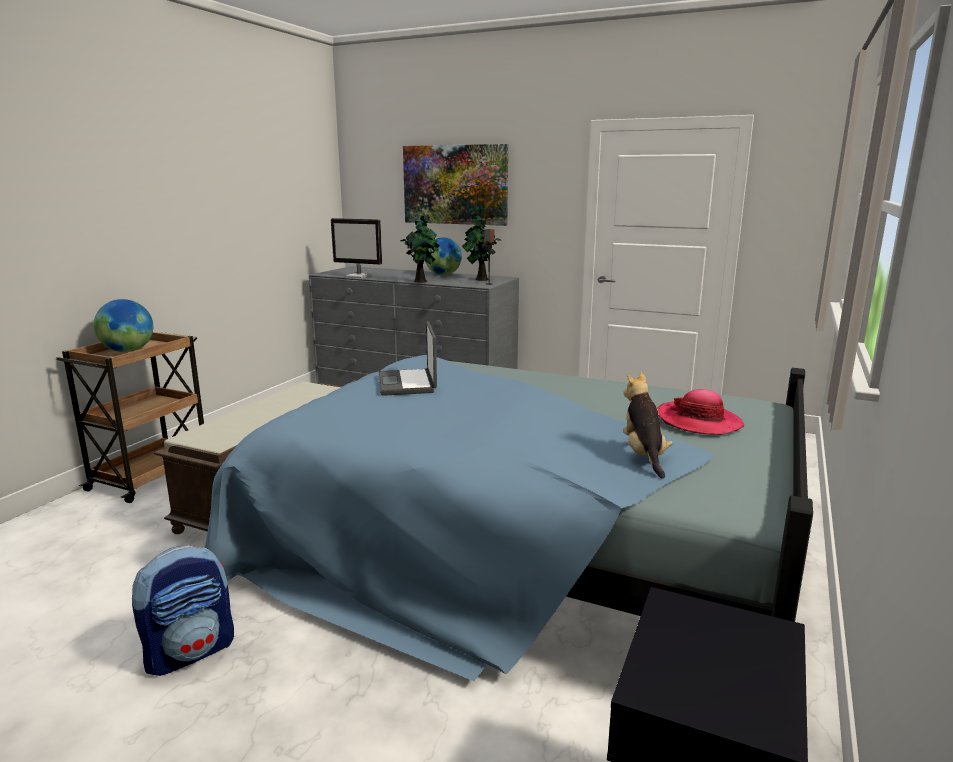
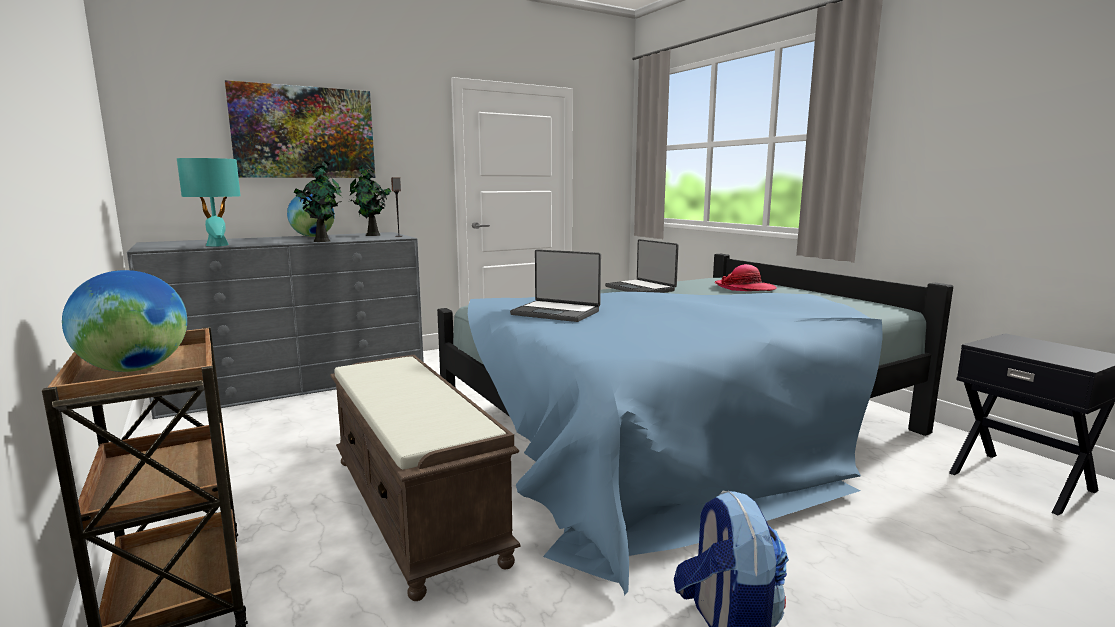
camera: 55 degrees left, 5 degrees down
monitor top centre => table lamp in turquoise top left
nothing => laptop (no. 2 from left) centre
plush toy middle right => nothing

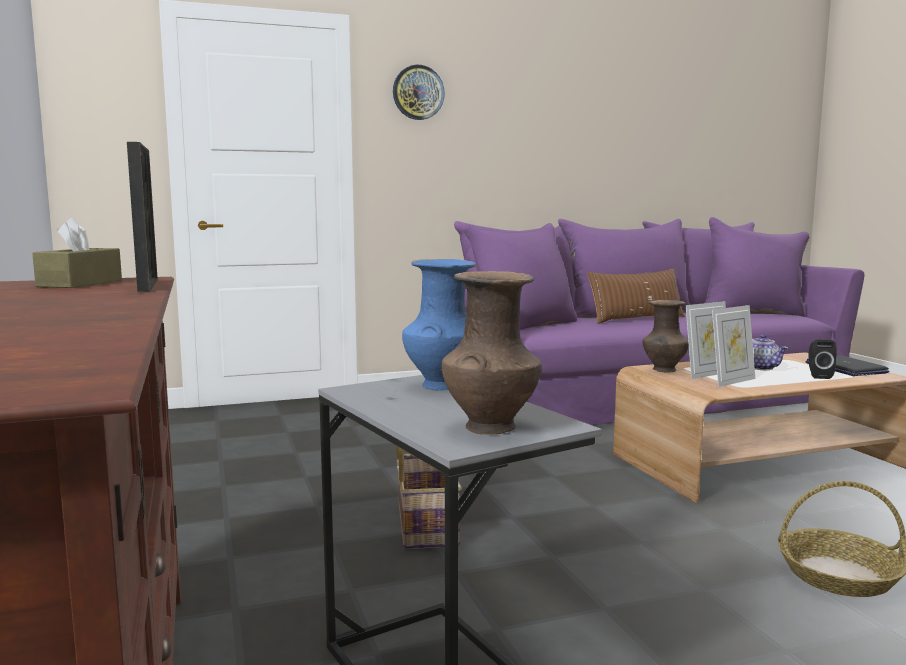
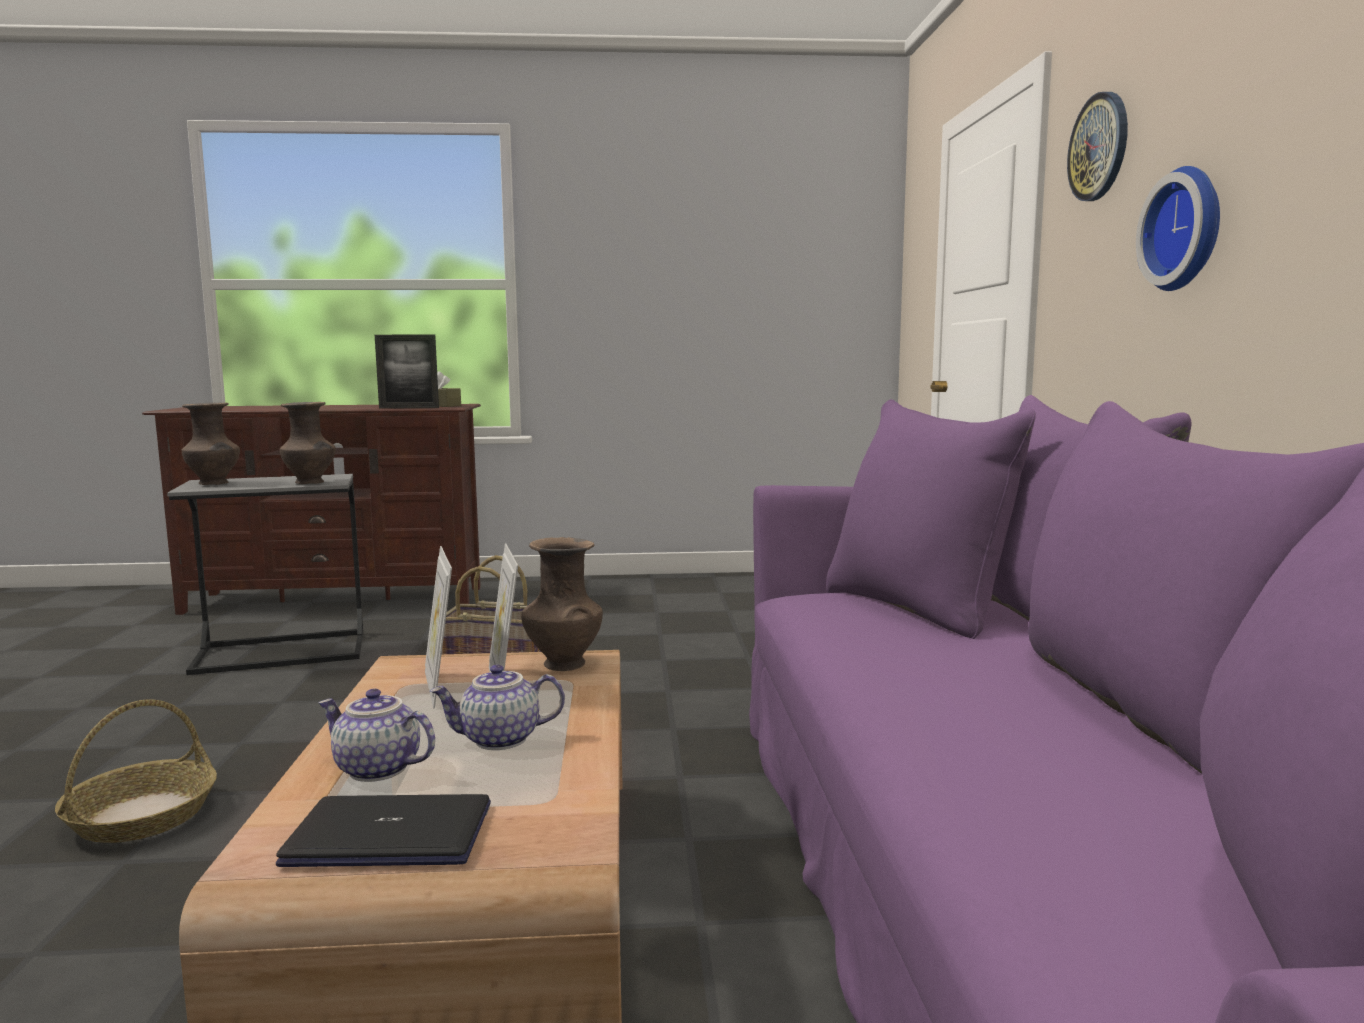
camera: 105 degrees right, 0 degrees up
vase in blue centre => vase in brown (no. 2 from left) middle left
speaker in black middle right => teapot (no. 1 from left) bottom left
nothing => wall clock (no. 2 from left) top right
pillow in brown middle right => nothing

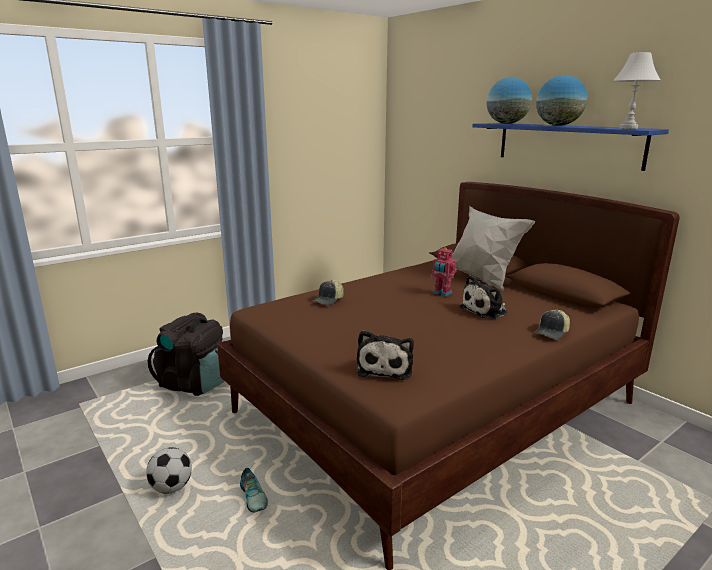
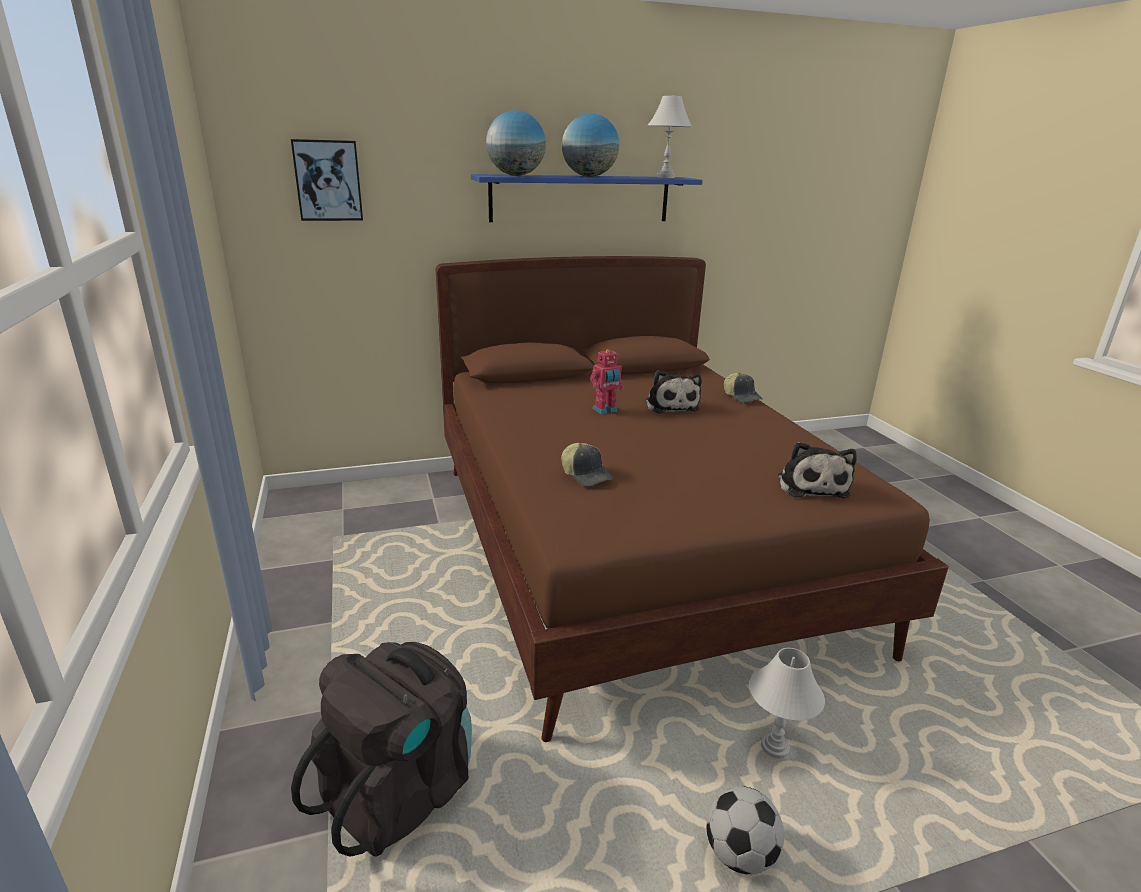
camera: 70 degrees left, 5 degrees up
nothing => picture top left
shoe bottom centre => table lamp in white (no. 2 from left) bottom right
plush toy (no. 1 from left in the first image) centre => plush toy (no. 2 from left) middle right, 60 degrees clockwise
pillow in white middle right => nothing

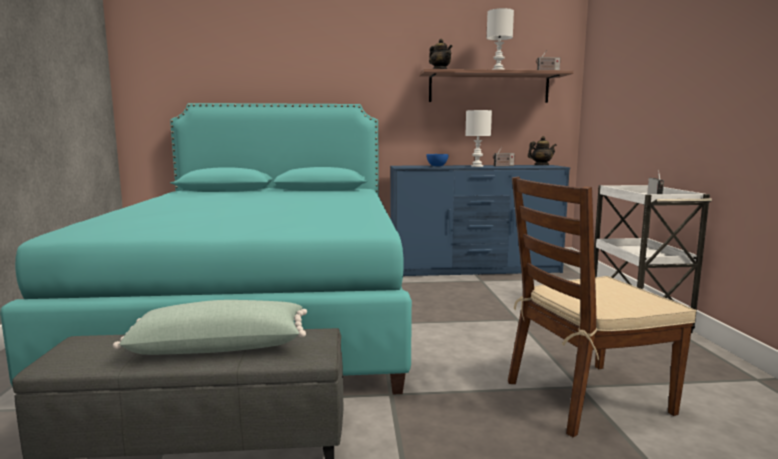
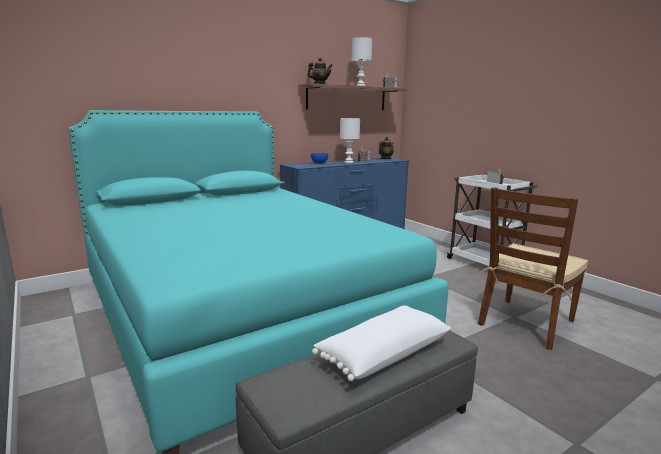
camera: 30 degrees left, 5 degrees up
pillow in green bottom left => pillow in white bottom centre

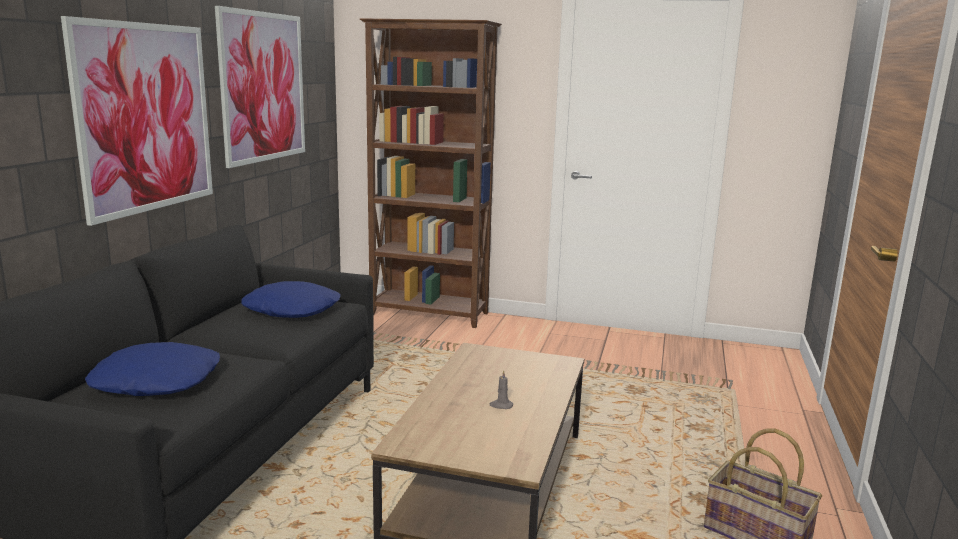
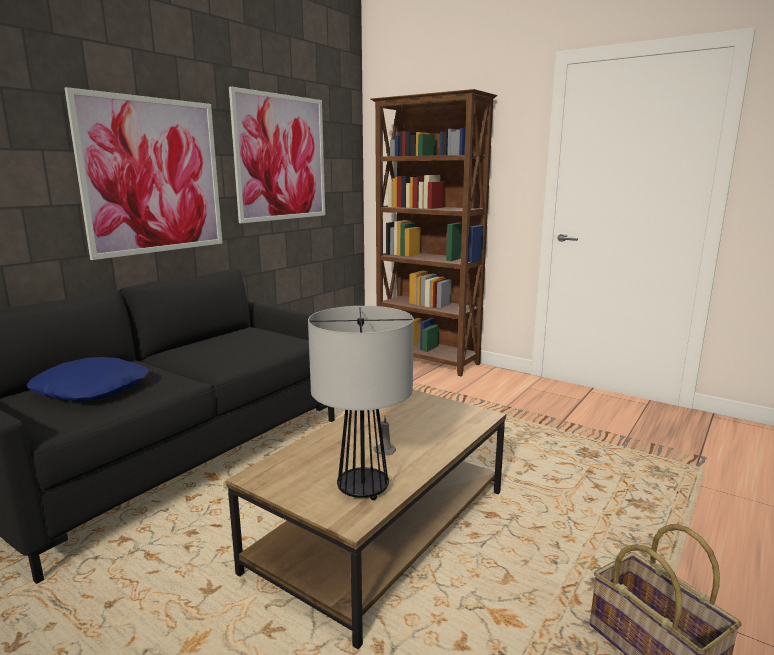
camera: 20 degrees right, 0 degrees up
nothing => table lamp centre
pillow in blue (no. 2 from left) middle left => nothing

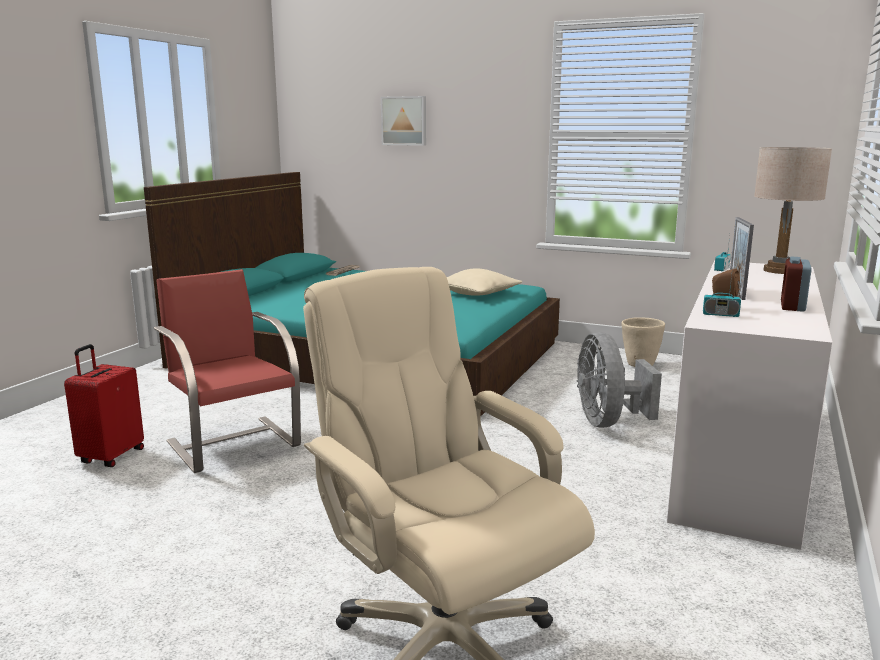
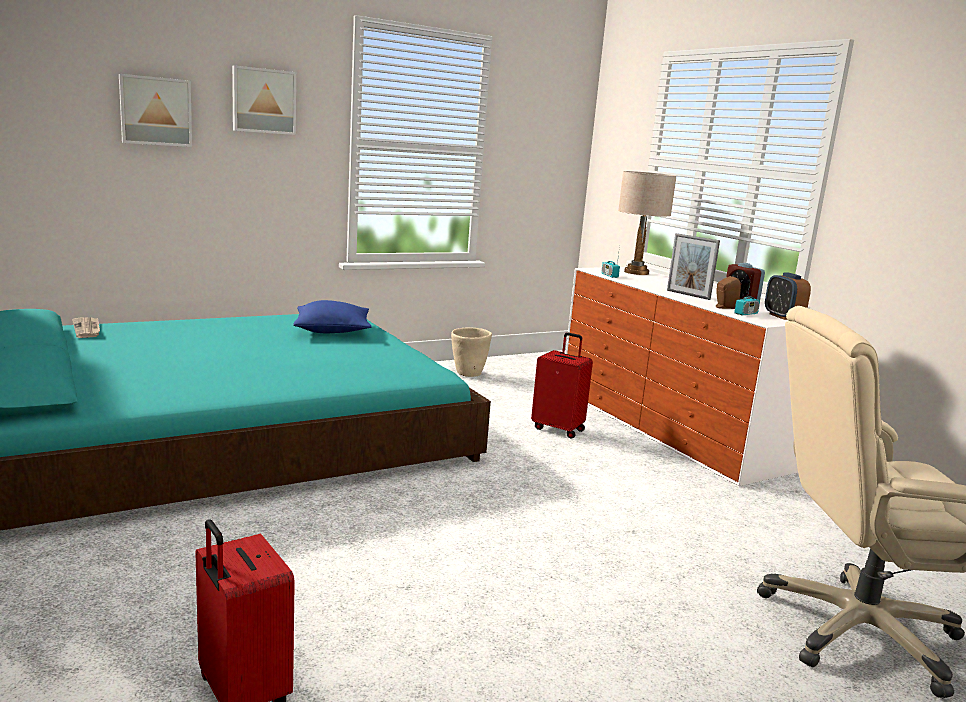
camera: 55 degrees left, 0 degrees up
nothing => picture (no. 2 from left) top left
pillow in beige centre => pillow in blue centre
fan in grey middle right => suitcase in red (no. 2 from left) centre
nothing => alarm clock (no. 2 from left) middle right
chair in red middle left => nothing

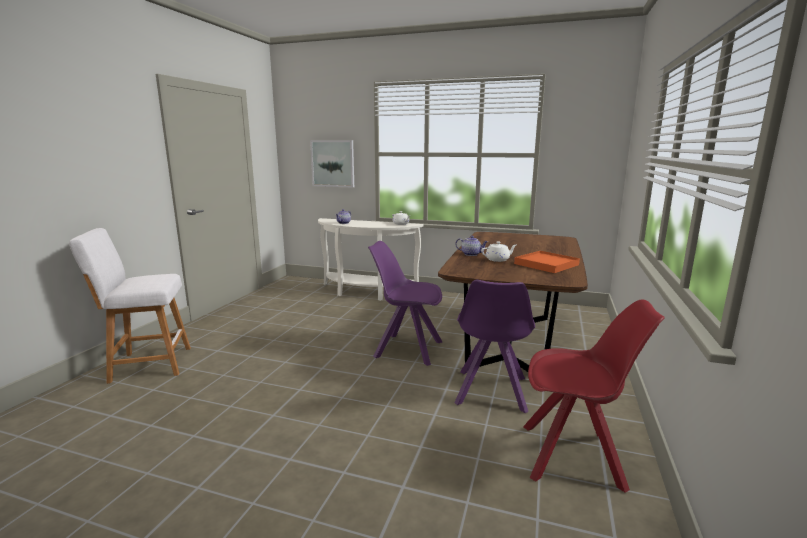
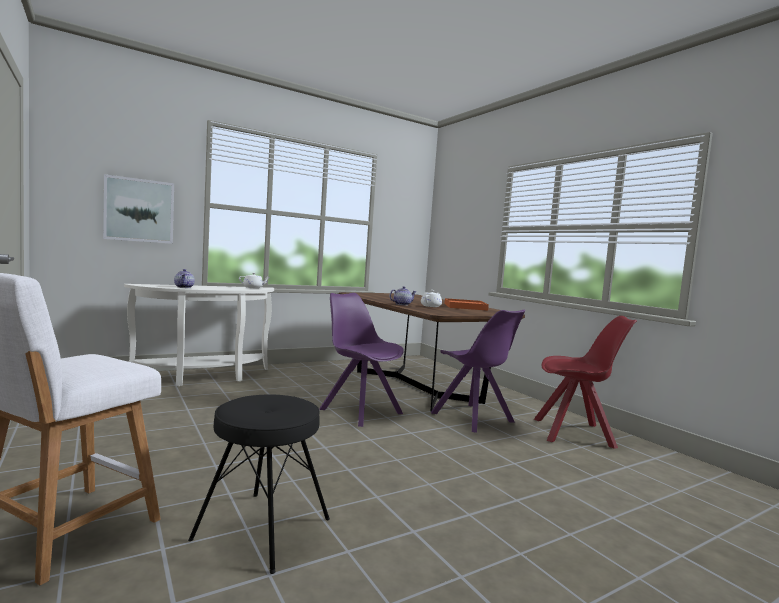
camera: 50 degrees left, 10 degrees down
nothing => stool in black bottom left
chair in purple (no. 1 from left) centre, 75 degrees clockwise
chair in red bottom right => chair in red middle right, 45 degrees clockwise

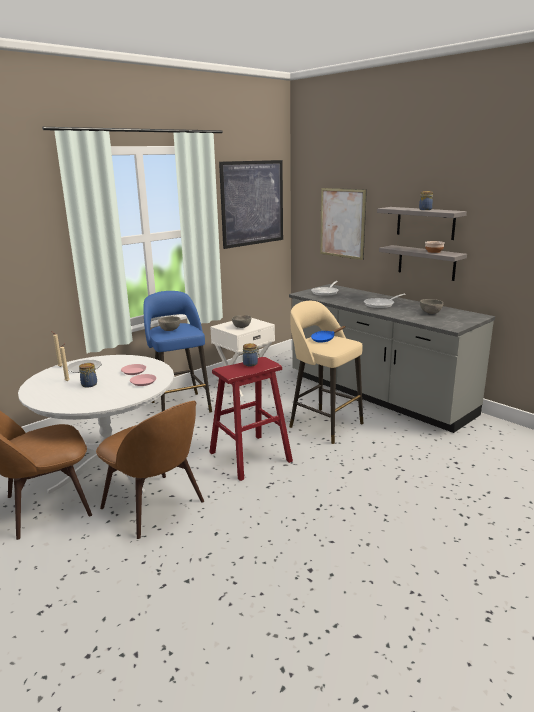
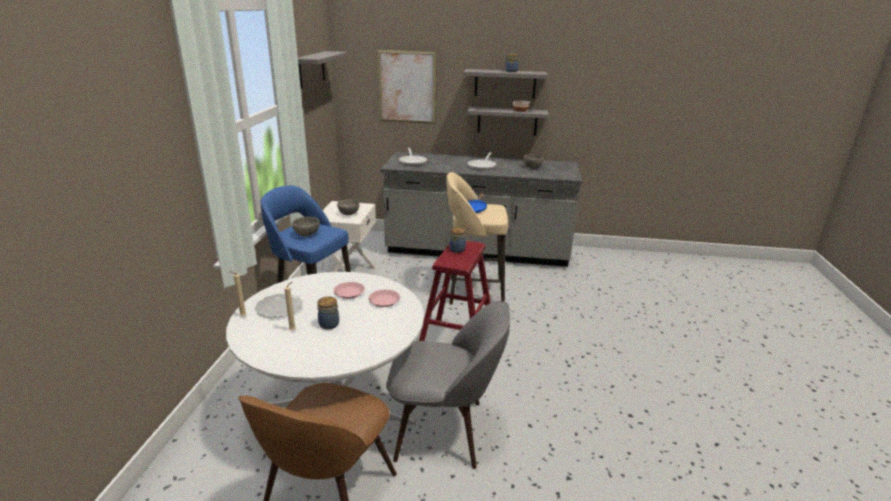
camera: 40 degrees left, 5 degrees up
picture (no. 1 from left) top centre => shelf in grey (no. 1 from left) top centre
chair in brown (no. 2 from left) middle left => chair in grey bottom centre

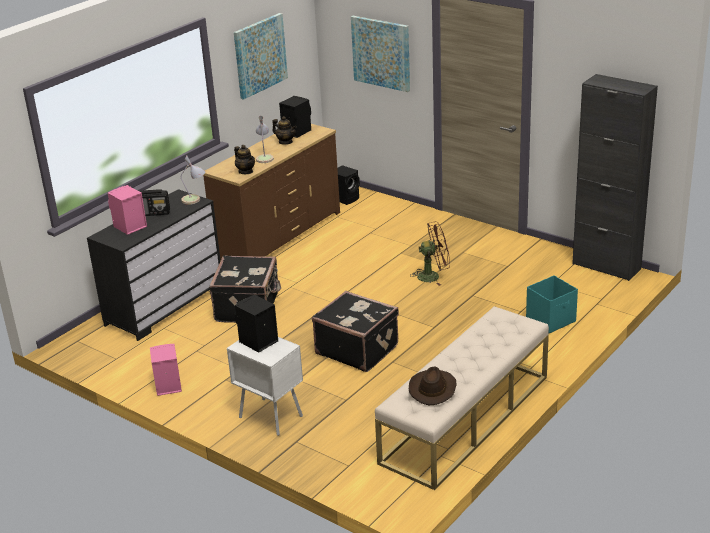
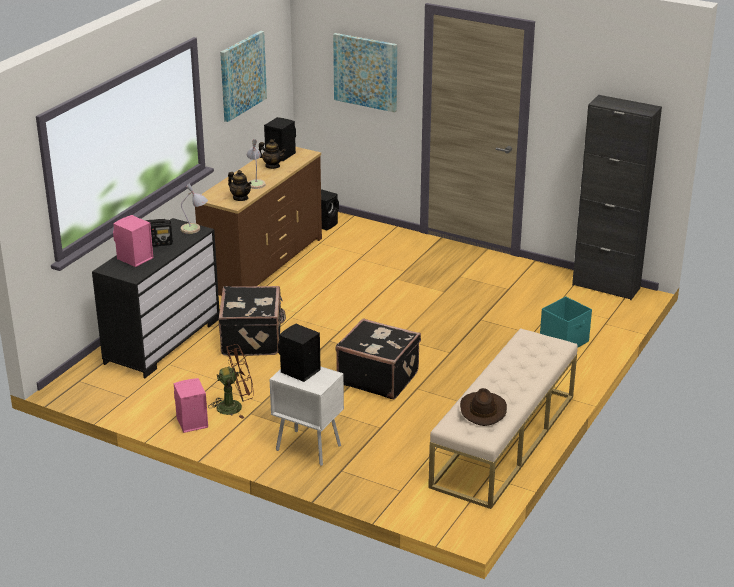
camera: 10 degrees left, 0 degrees up
fan in brown centre => fan in brown middle left, relocated

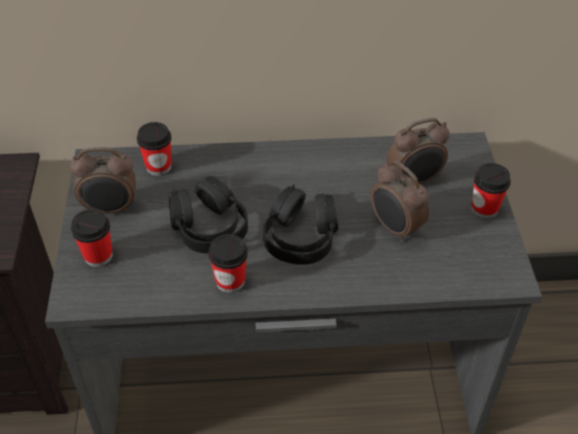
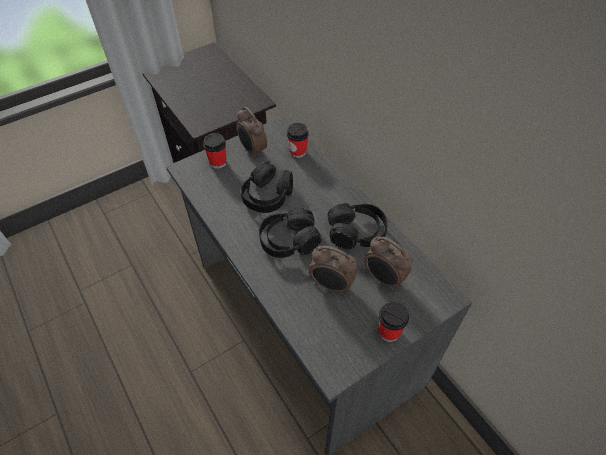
camera: 60 degrees right, 5 degrees up
alarm clock (no. 2 from left) middle right => alarm clock (no. 2 from left) centre, 90 degrees counterclockwise
nothing => headphones in black (no. 3 from left) centre
cup (no. 3 from left) centre => nothing

